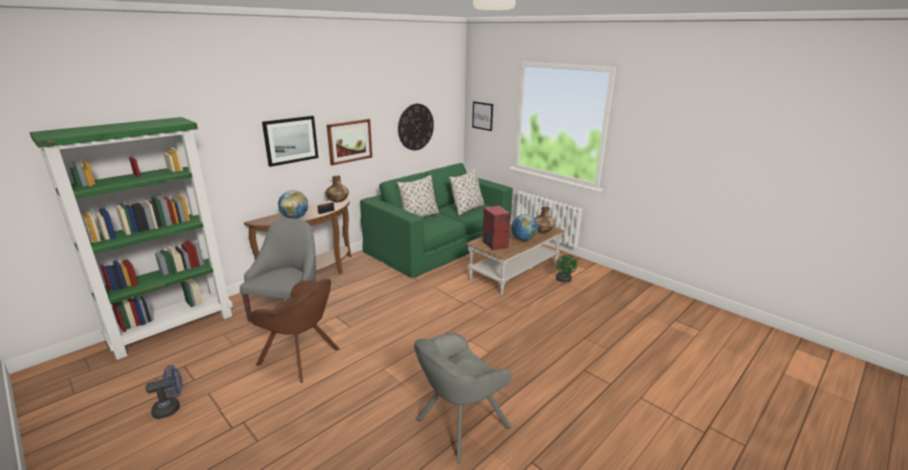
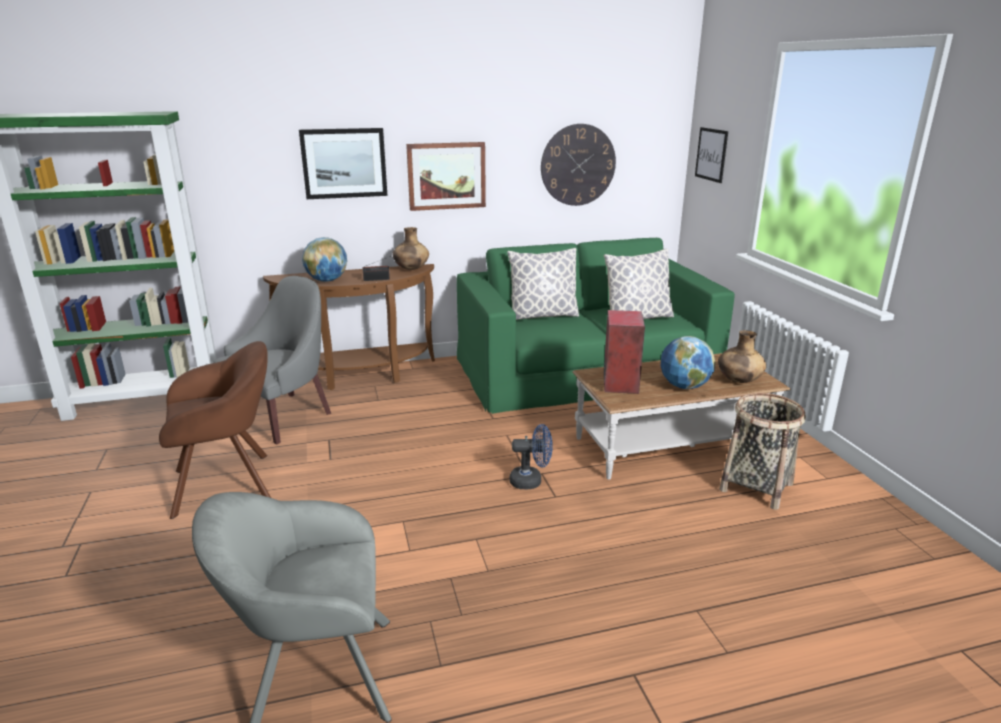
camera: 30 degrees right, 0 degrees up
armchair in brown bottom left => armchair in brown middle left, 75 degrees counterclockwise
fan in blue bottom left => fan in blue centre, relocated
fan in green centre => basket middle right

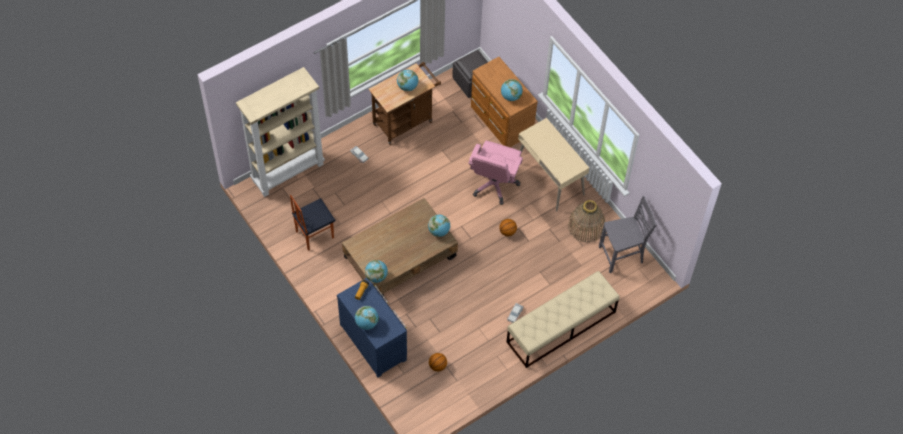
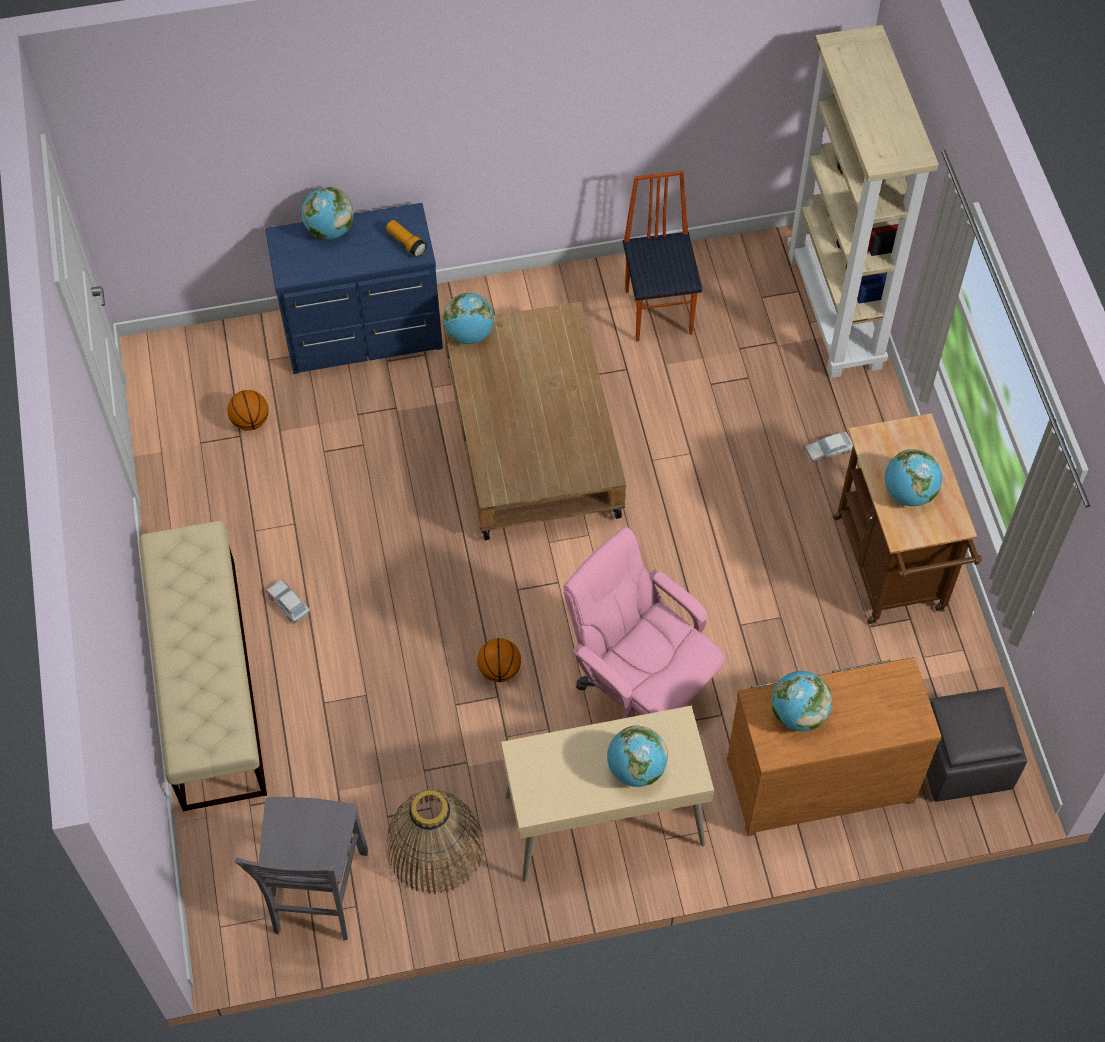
camera: 115 degrees right, 0 degrees up
globe (no. 4 from left in the first image) centre => globe (no. 3 from left) bottom centre, relocated

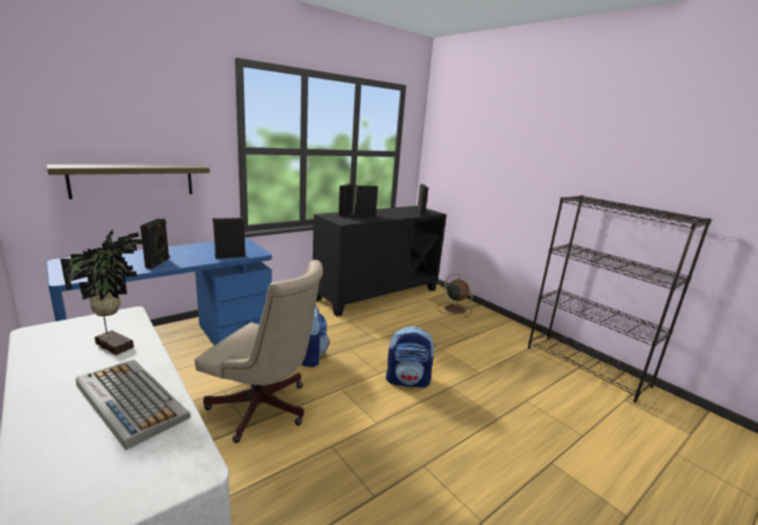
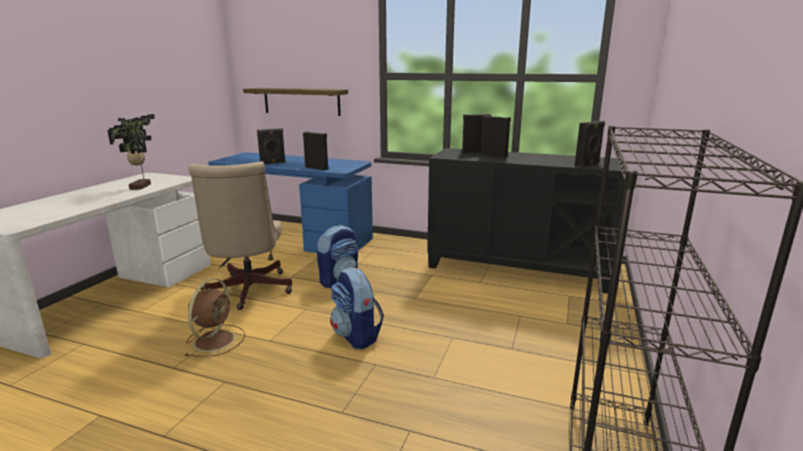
camera: 60 degrees right, 0 degrees up
fan in brown centre => fan in brown bottom left, relocated
keyboard bottom left => nothing

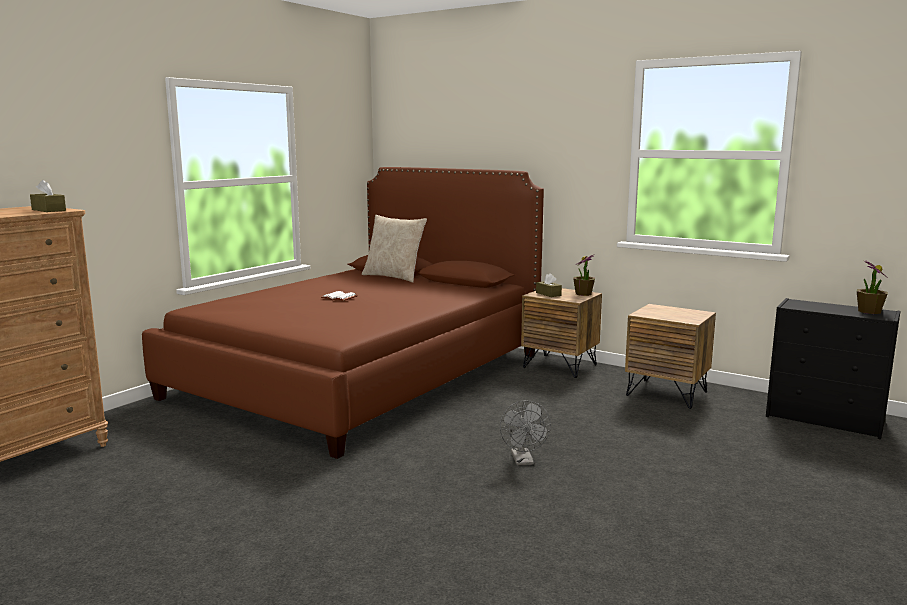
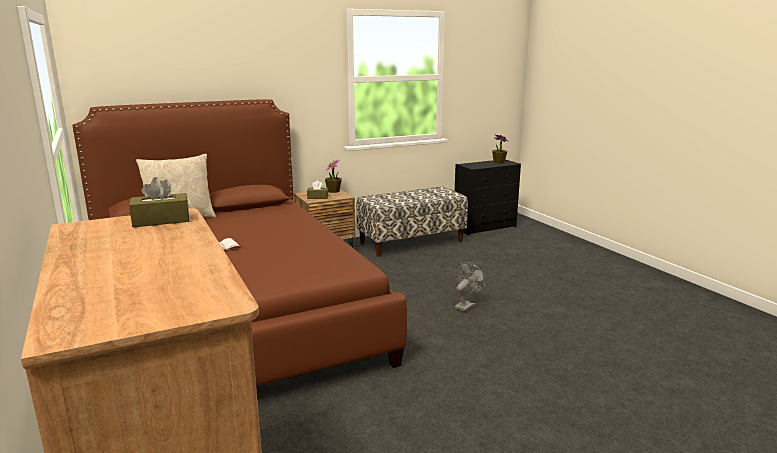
camera: 60 degrees left, 5 degrees up
nightstand in brown (no. 2 from left) middle right => bench centre
fan in grey bottom centre => fan in grey centre, 75 degrees counterclockwise

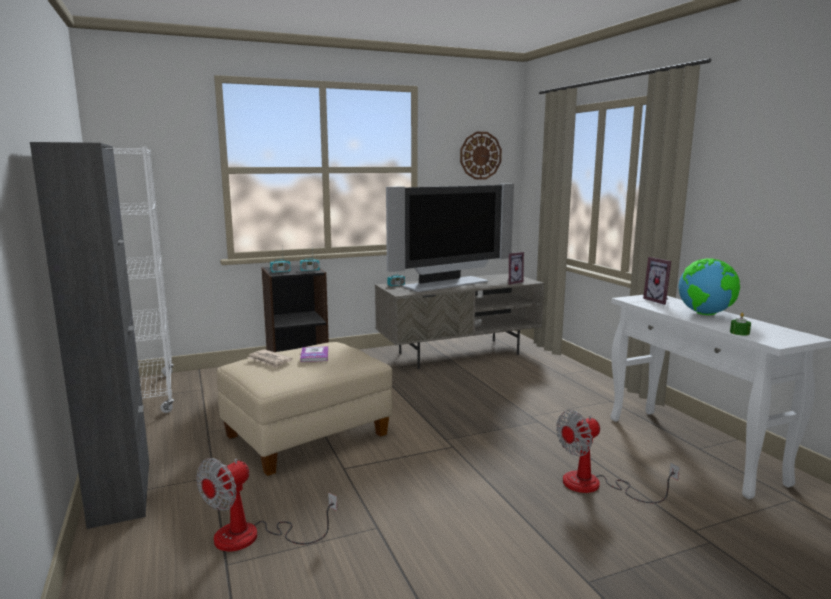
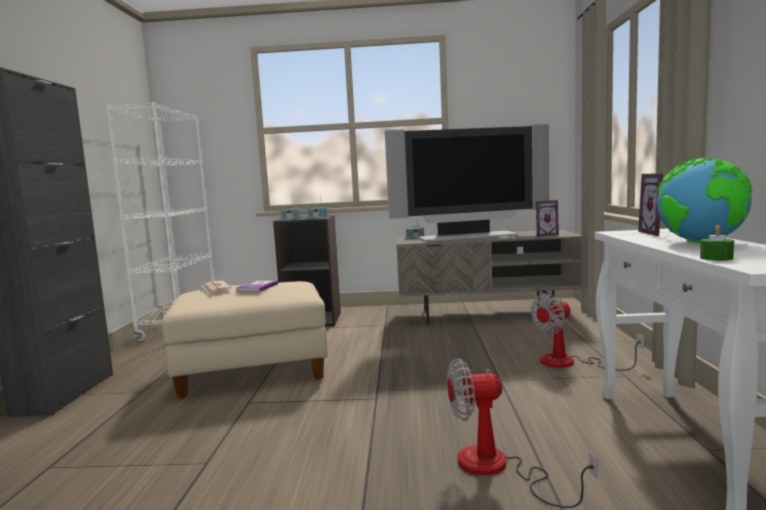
camera: 25 degrees right, 5 degrees down
fan (no. 1 from left in the first image) bottom left => fan (no. 2 from left) middle right, relocated
wall clock top centre => nothing

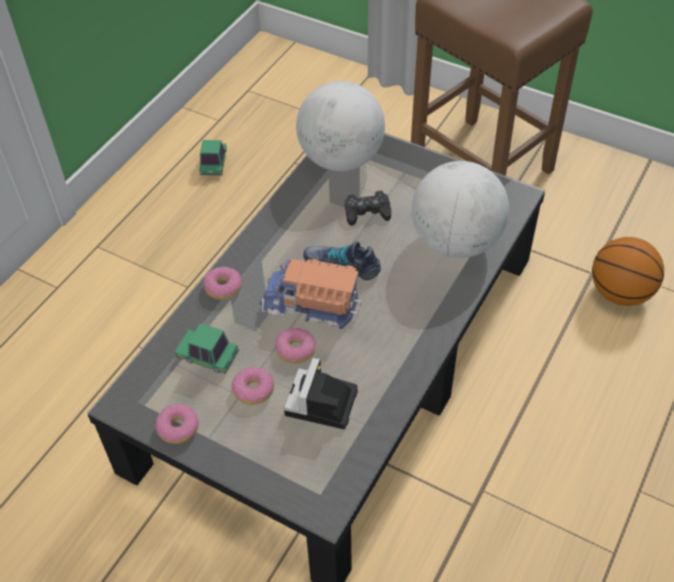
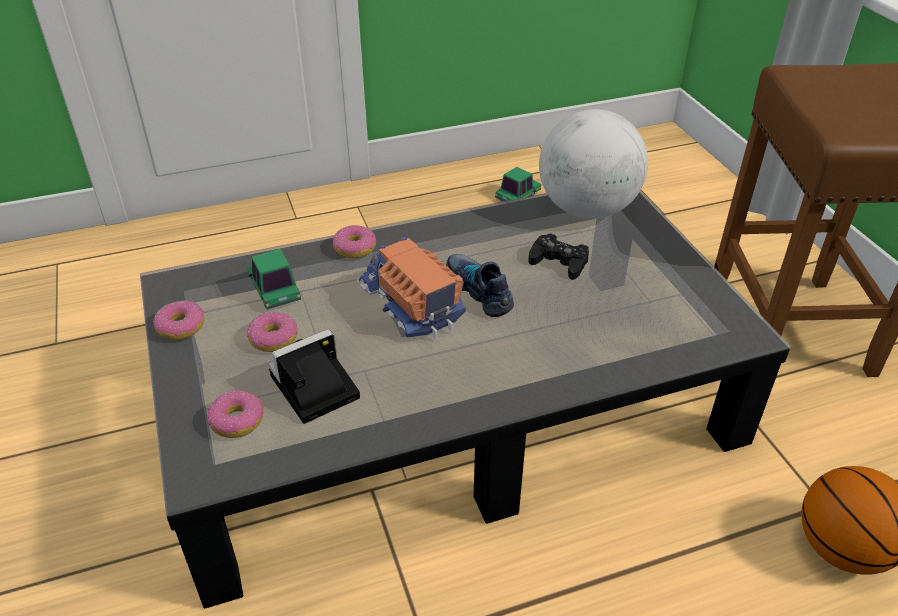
camera: 40 degrees right, 10 degrees down
donut (no. 4 from left in the first image) centre => donut (no. 2 from left) bottom left, relocated
globe (no. 2 from left) middle right => nothing

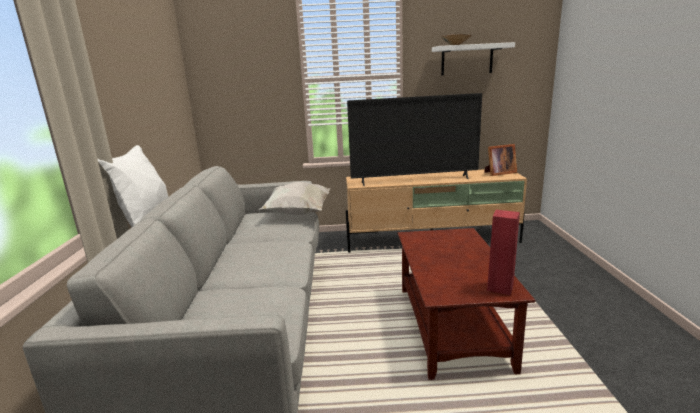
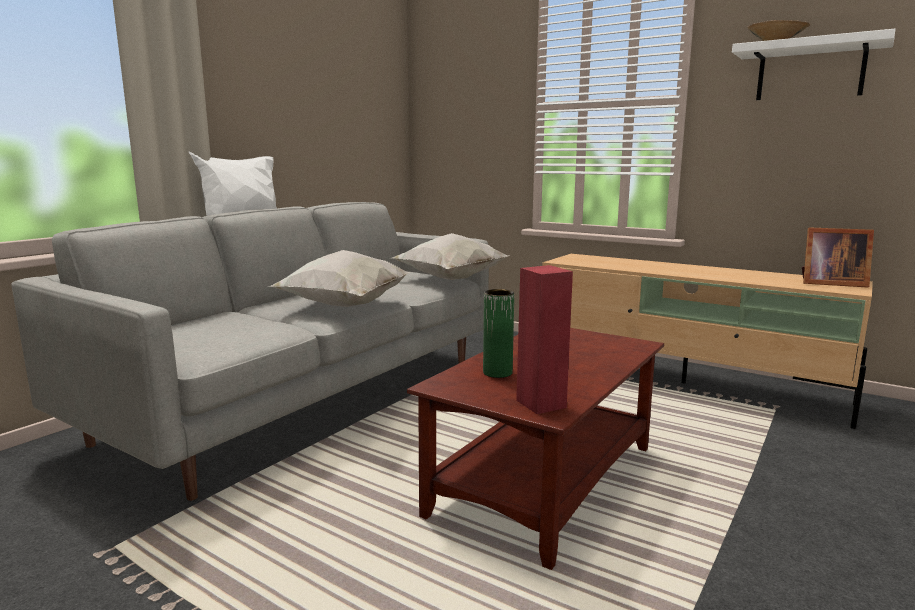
camera: 35 degrees right, 5 degrees down
nothing => pillow in white (no. 2 from left) centre
nothing => vase in green centre
television centre => nothing

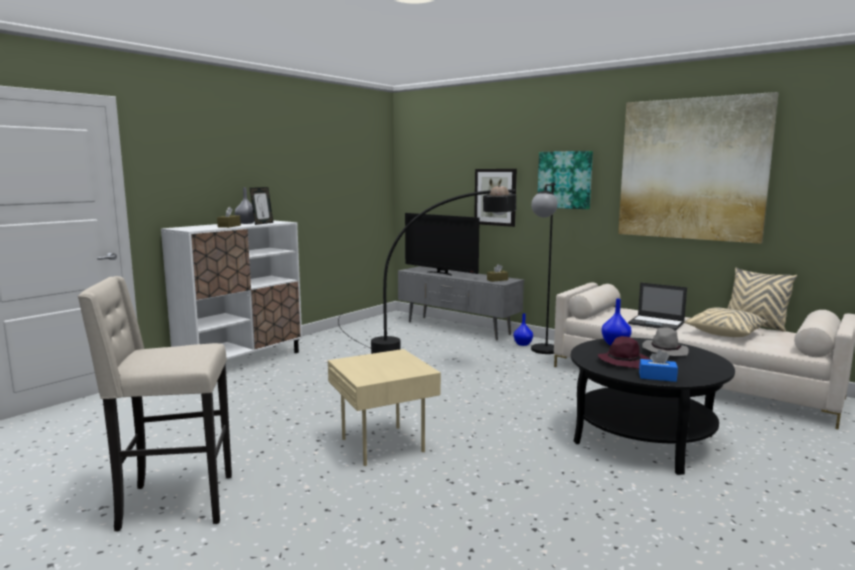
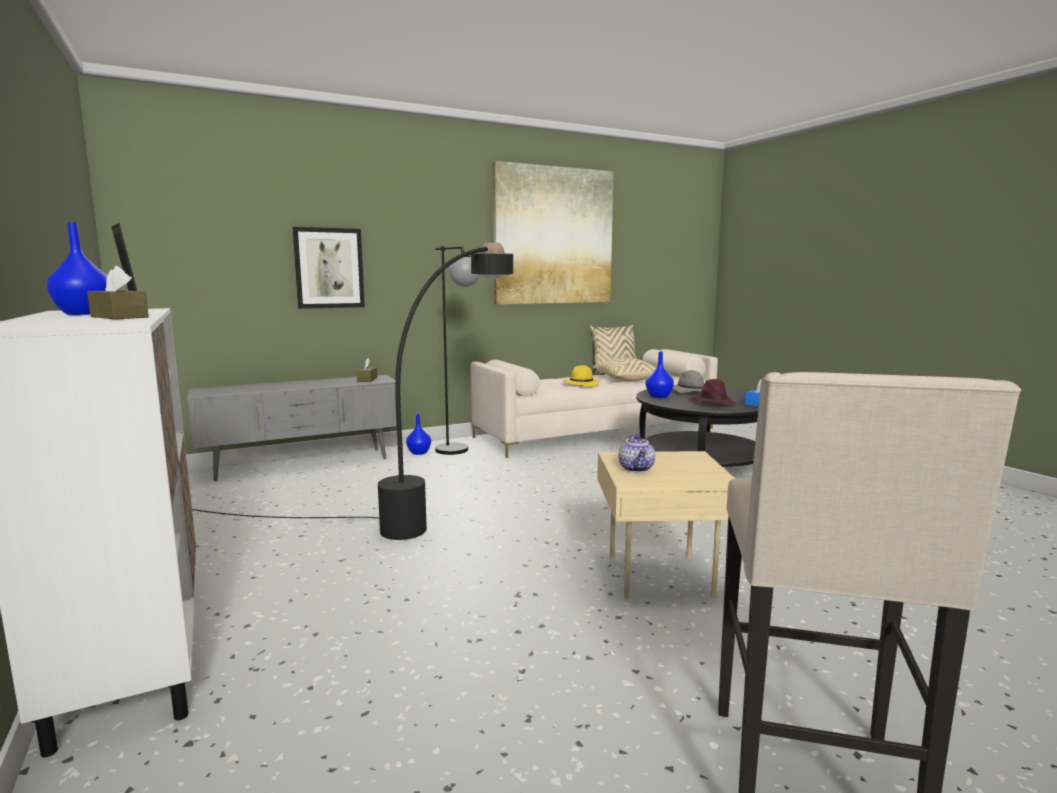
camera: 65 degrees left, 0 degrees up
vase in grey middle left => vase in blue (no. 1 from left) middle left
laptop middle right => hat in yellow centre
nothing => teapot centre
television centre => nothing
picture (no. 2 from left) top centre => nothing

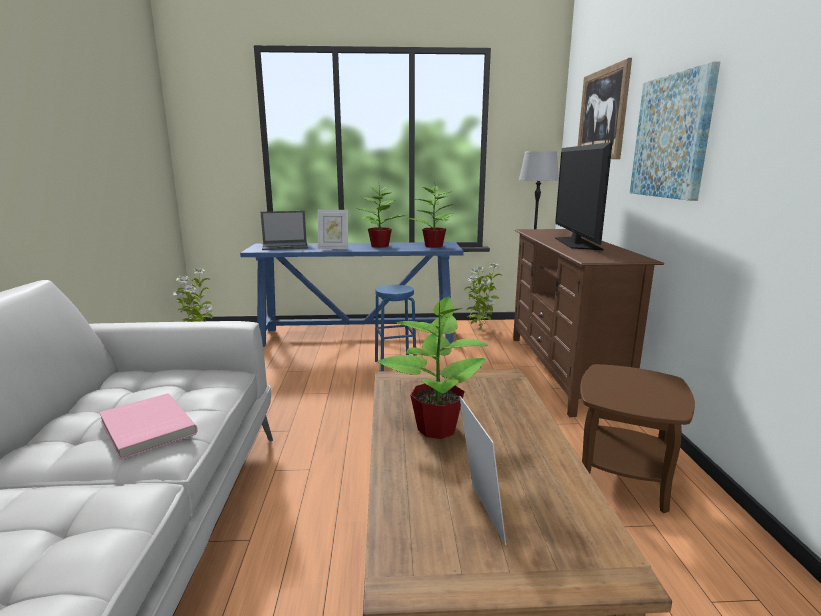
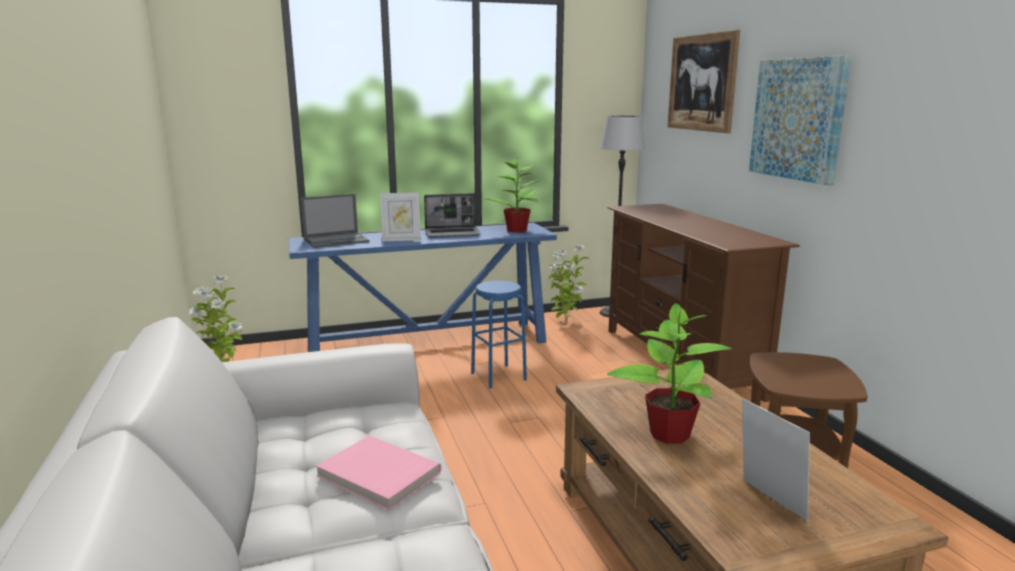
camera: 15 degrees left, 0 degrees up
potted plant (no. 2 from left) centre => laptop (no. 2 from left) centre
television top right => nothing

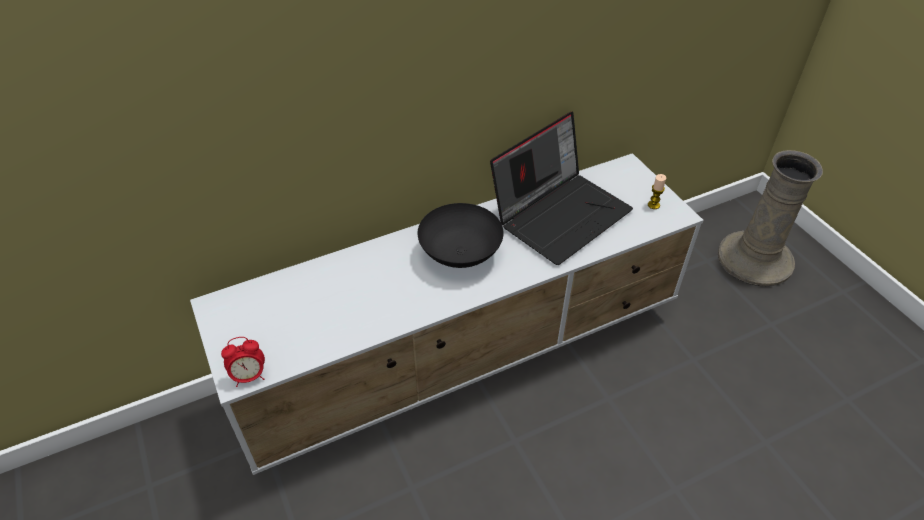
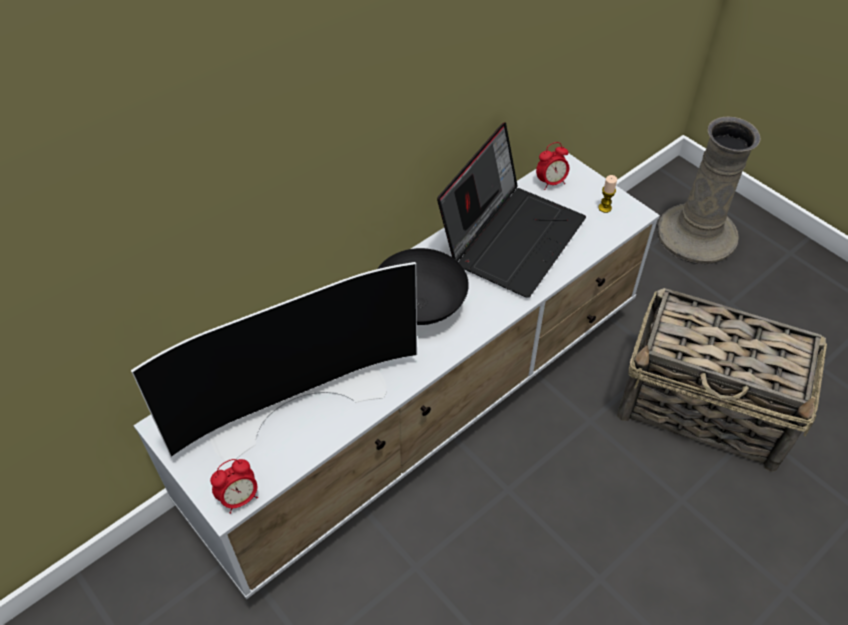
camera: 15 degrees left, 5 degrees up
nothing => television middle left
nothing => alarm clock (no. 2 from left) top centre
nothing => basket middle right

